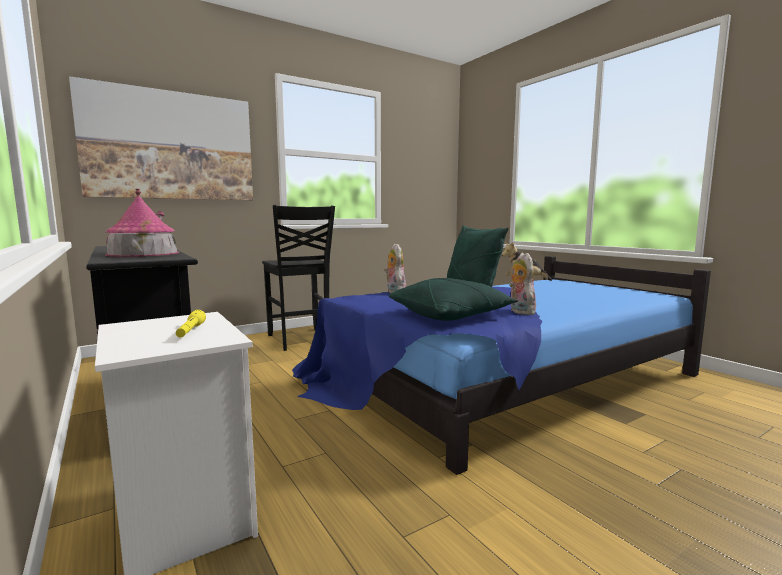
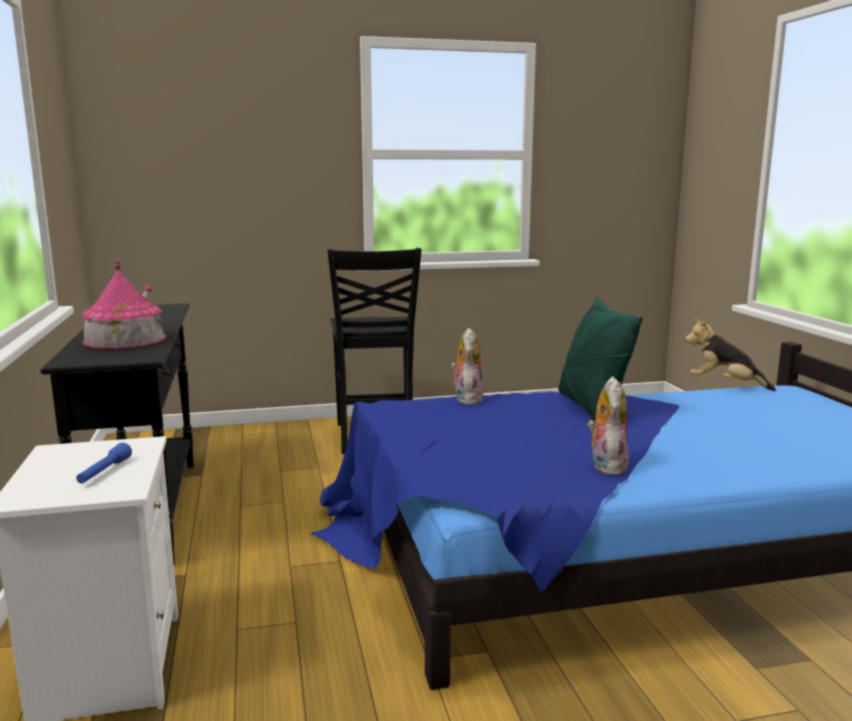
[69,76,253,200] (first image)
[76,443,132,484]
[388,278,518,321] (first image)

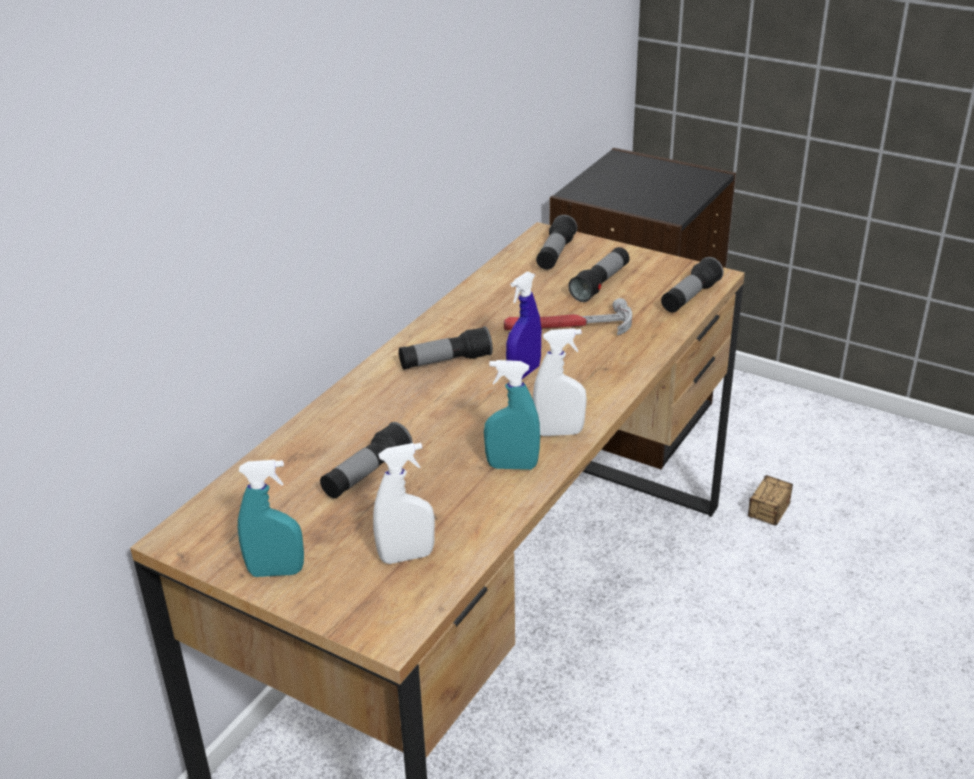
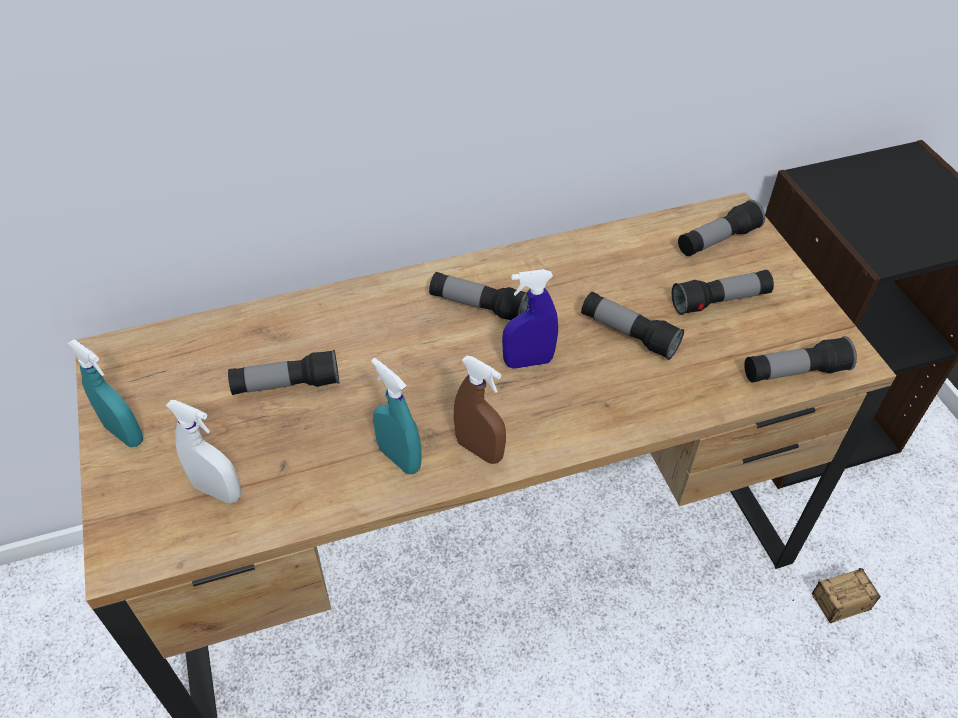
[581,292,684,360]
[454,356,506,464]

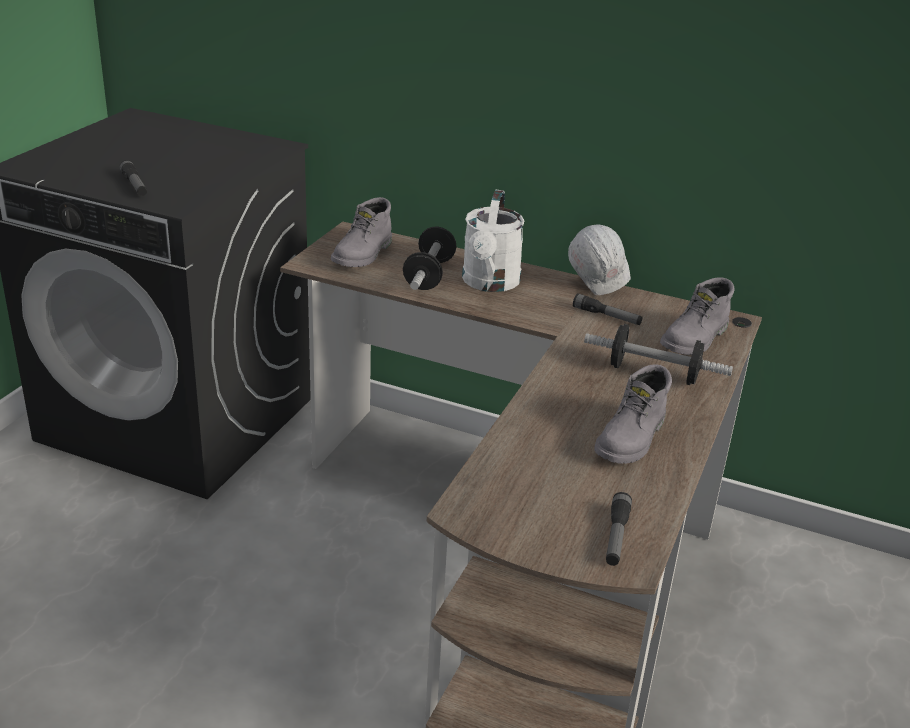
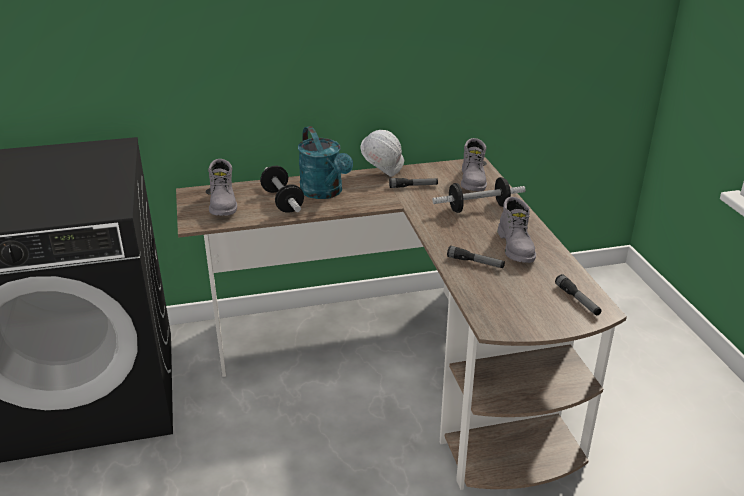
[447,246,505,268]
[298,126,353,199]

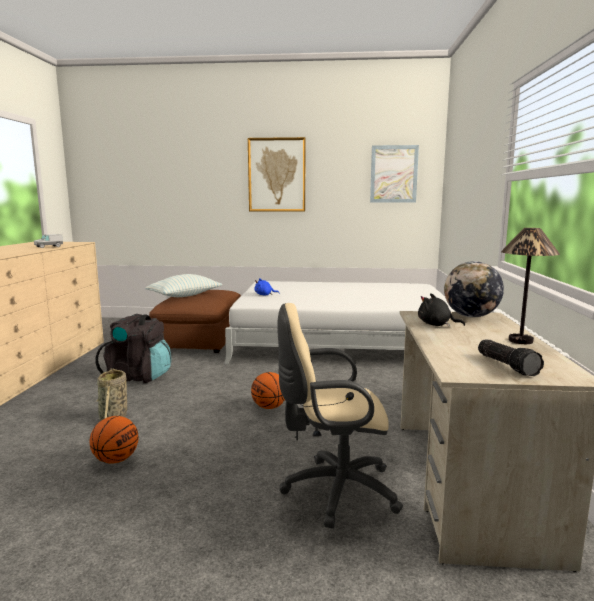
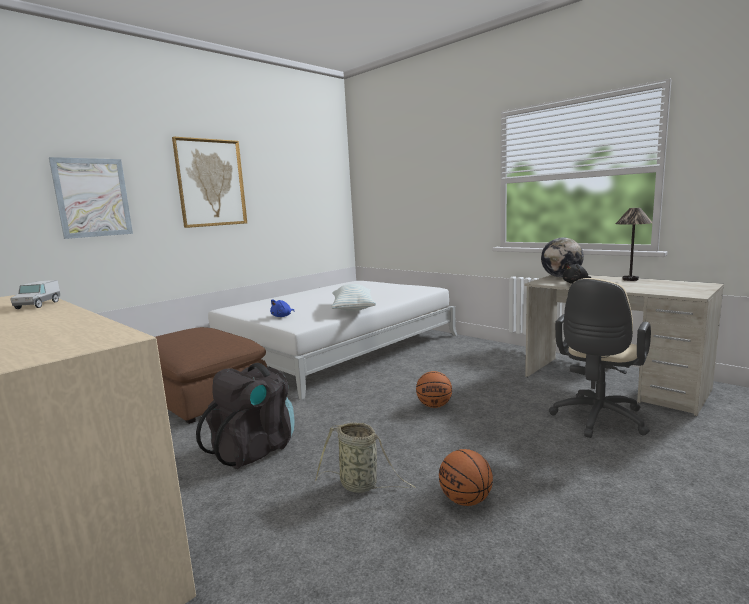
[331,284,376,311]
[49,157,133,239]
[478,339,544,376] (first image)

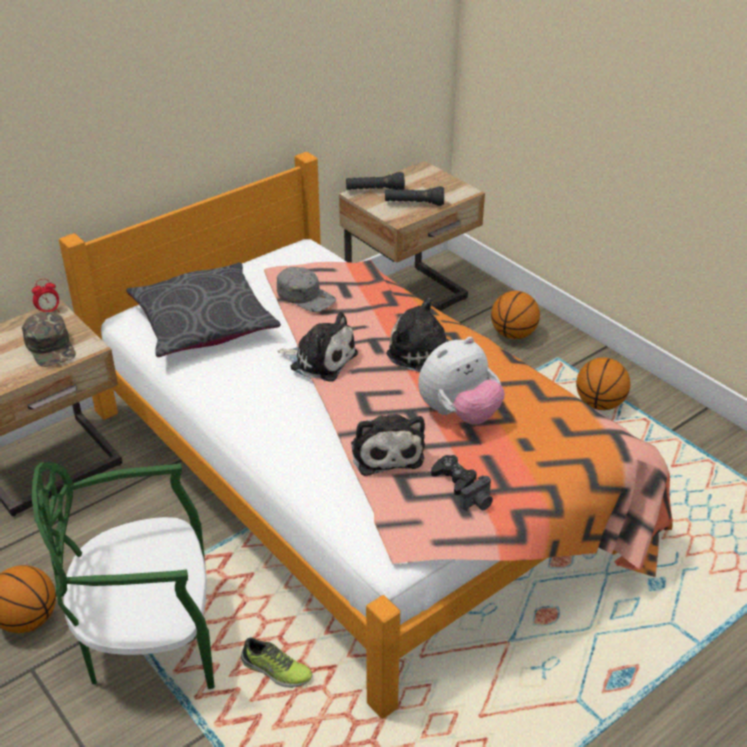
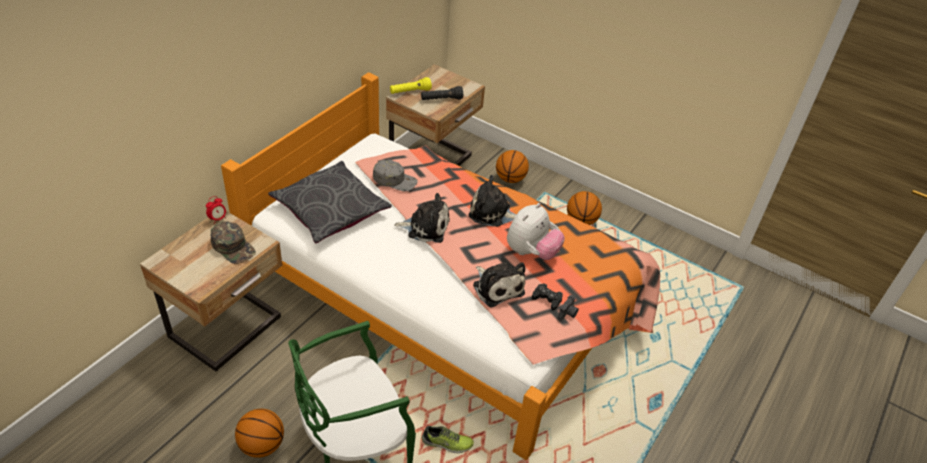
[390,77,432,94]

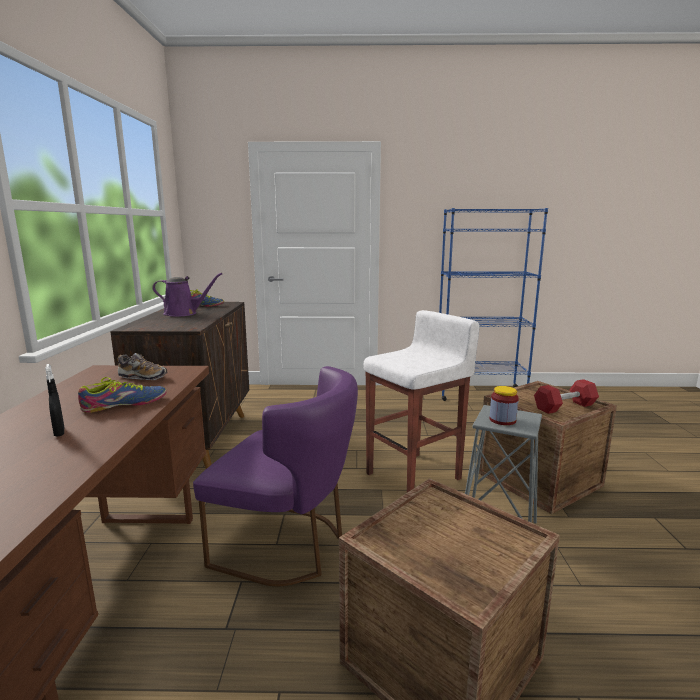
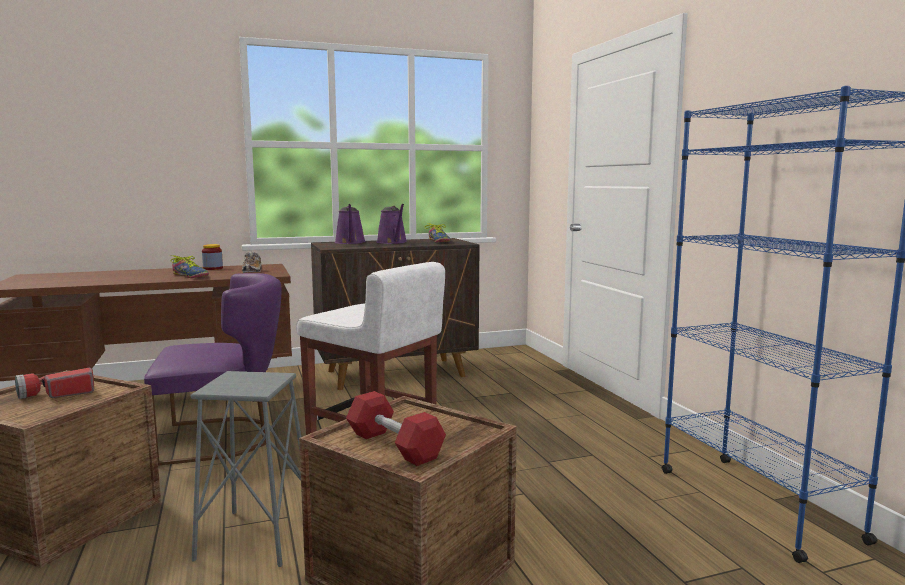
[45,364,64,437] (first image)
[144,273,281,466]
[202,244,223,270]
[15,368,94,399]
[335,204,366,244]

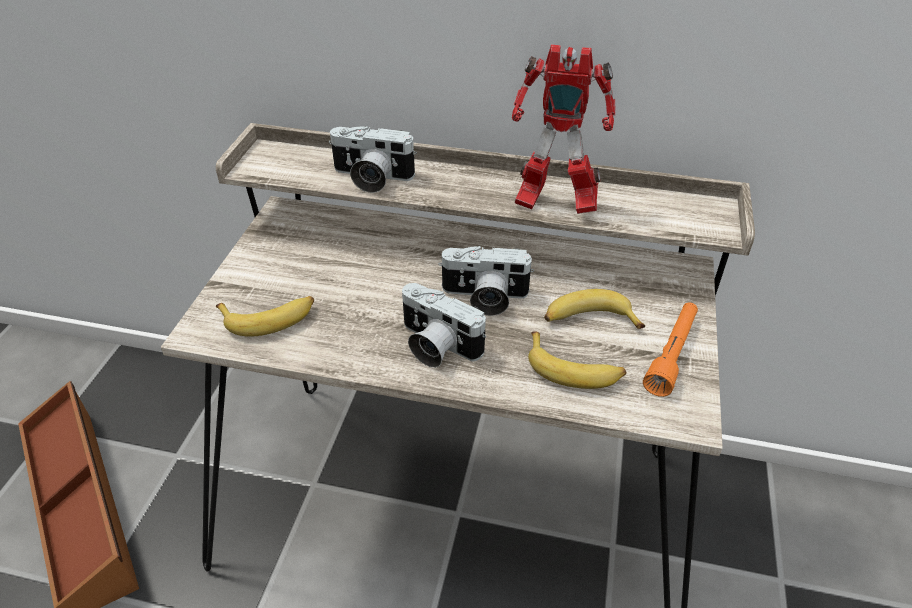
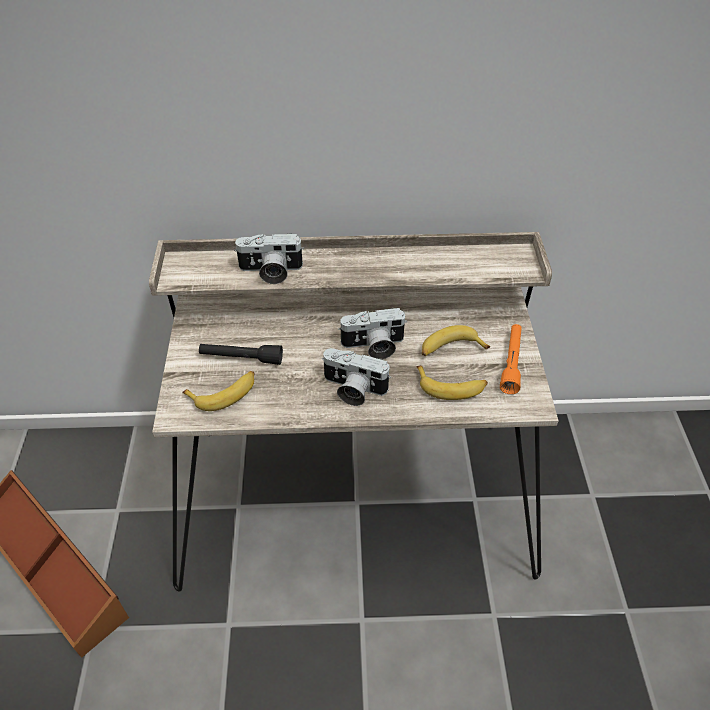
[512,44,616,214] (first image)
[199,344,283,365]

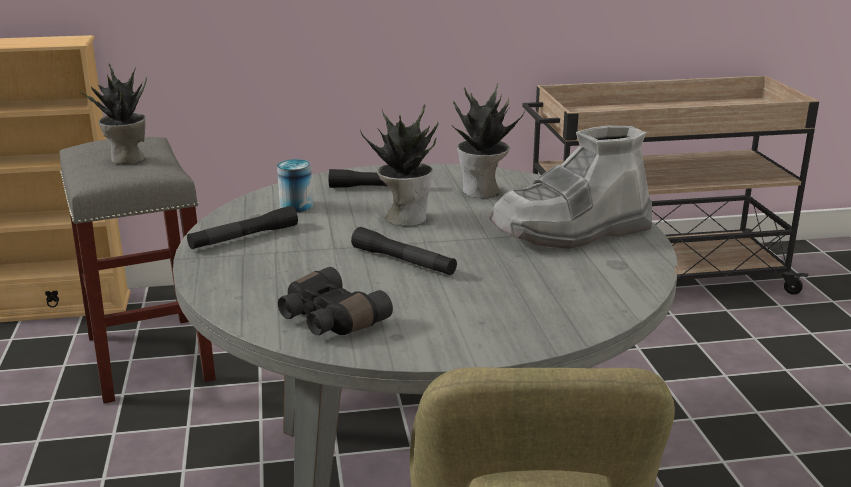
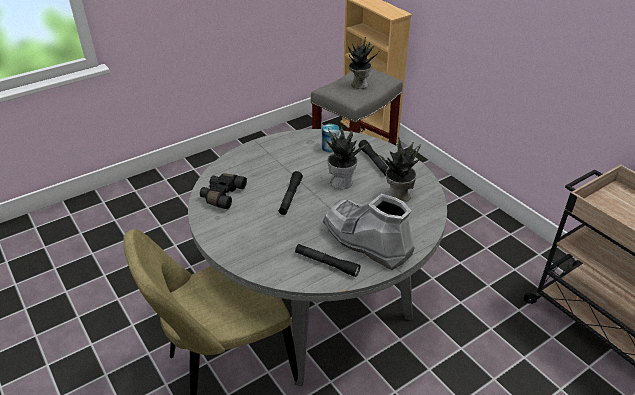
[295,244,360,277]

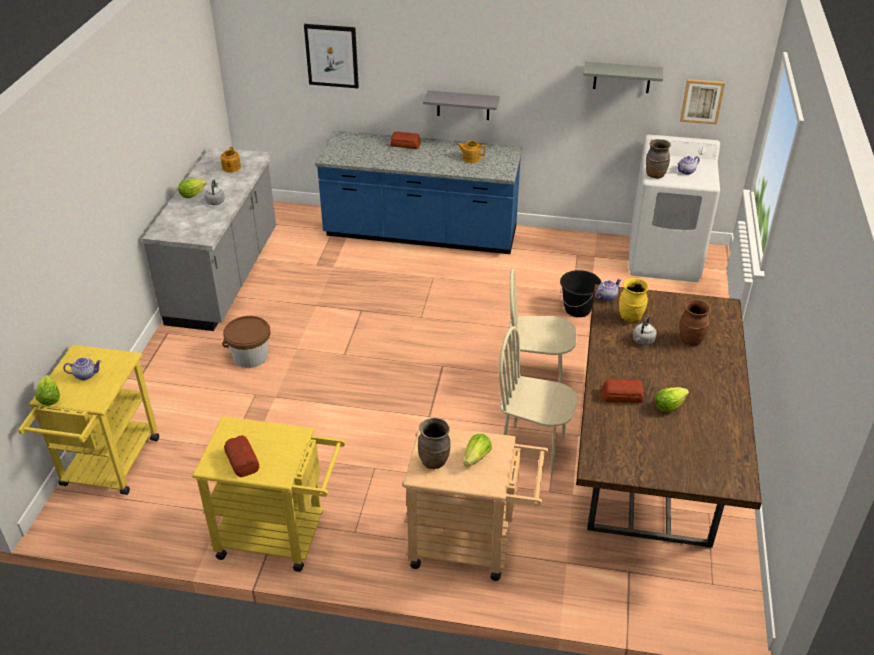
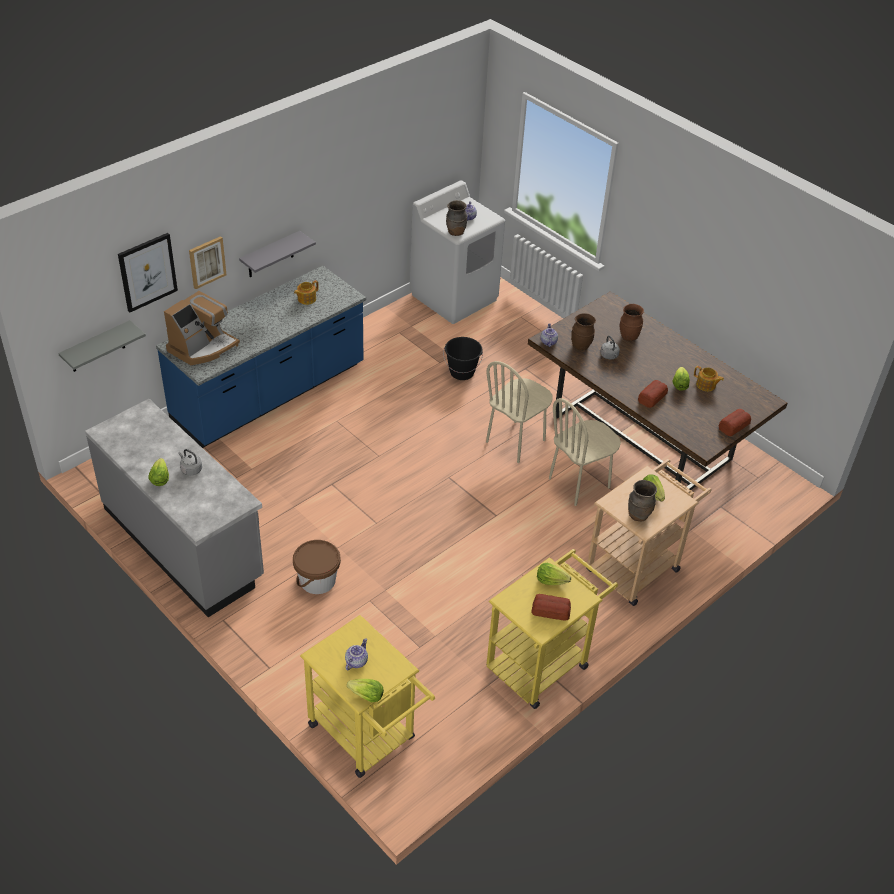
[694,366,724,391]
[719,409,751,436]
[58,320,146,372]
[571,313,596,350]
[189,236,227,289]
[164,291,240,365]
[537,563,571,585]

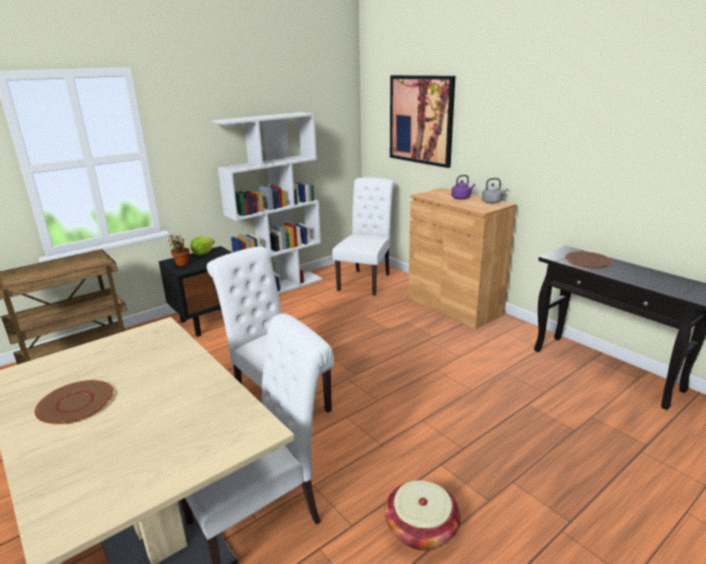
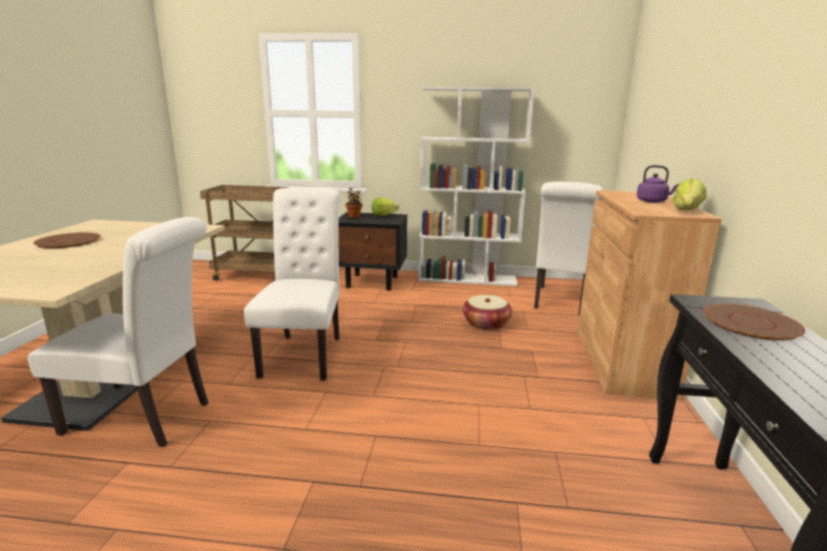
[534,182,603,315]
[462,295,512,330]
[390,75,455,168] (first image)
[673,179,706,210]

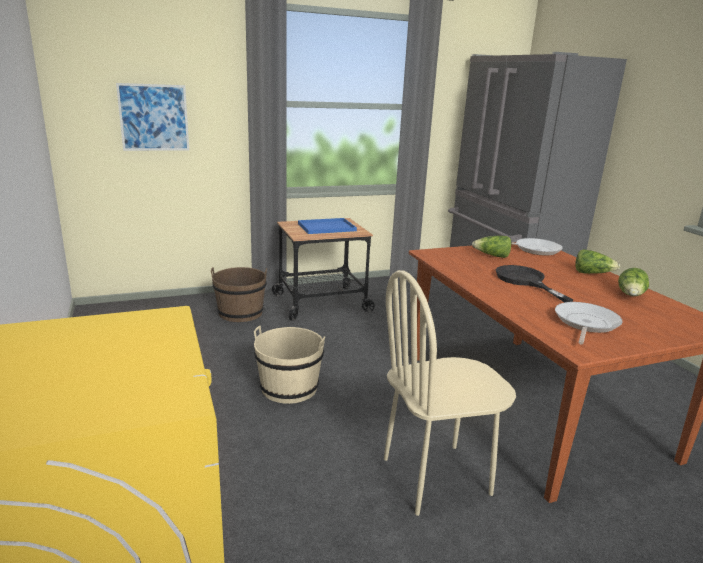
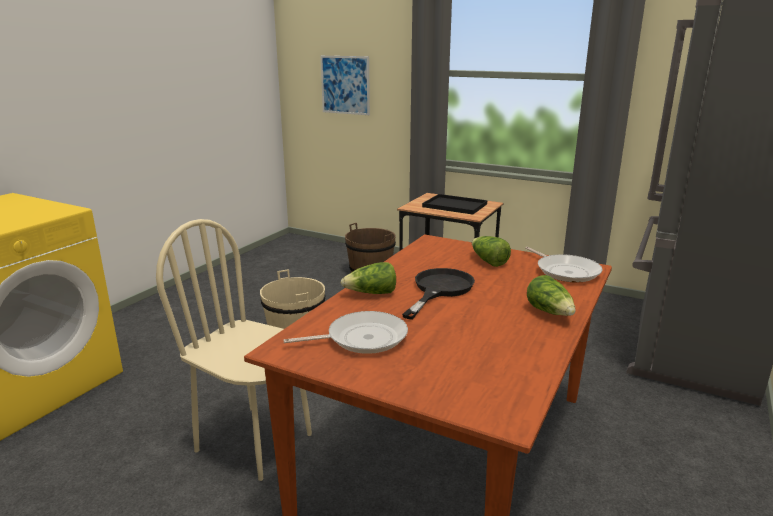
[422,194,487,214]
[341,262,396,294]

